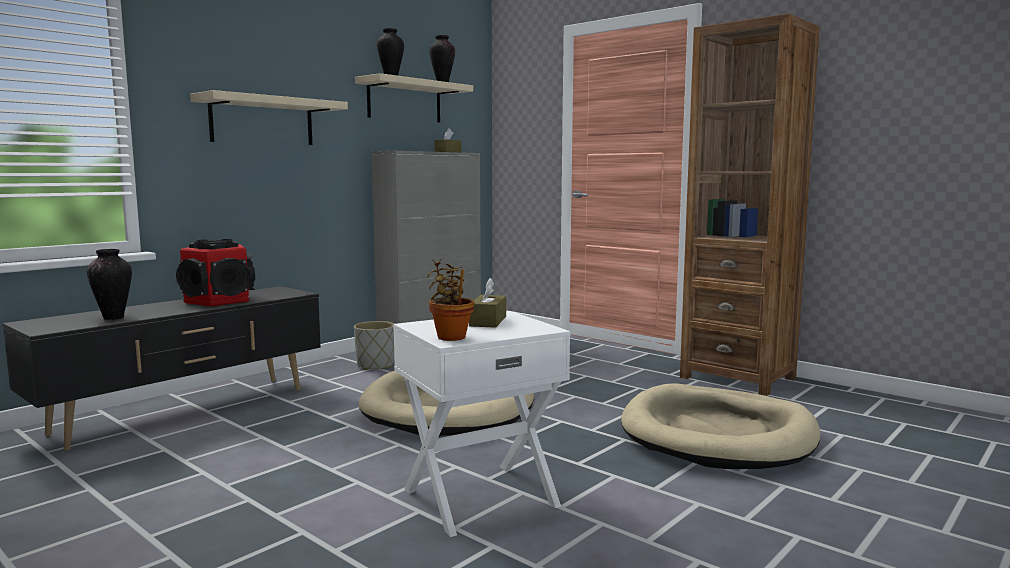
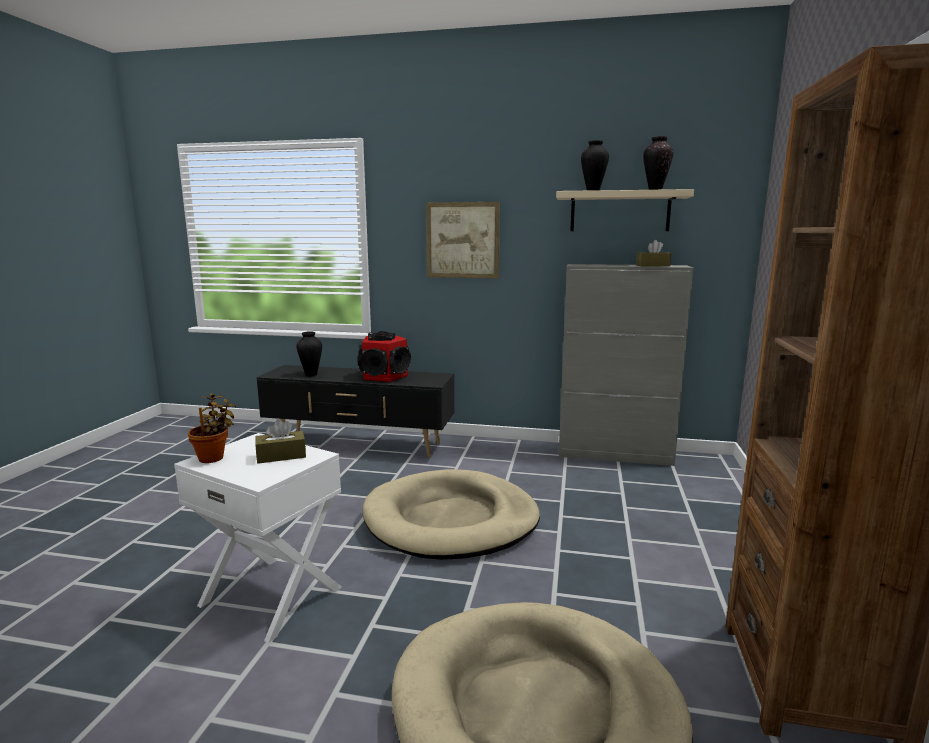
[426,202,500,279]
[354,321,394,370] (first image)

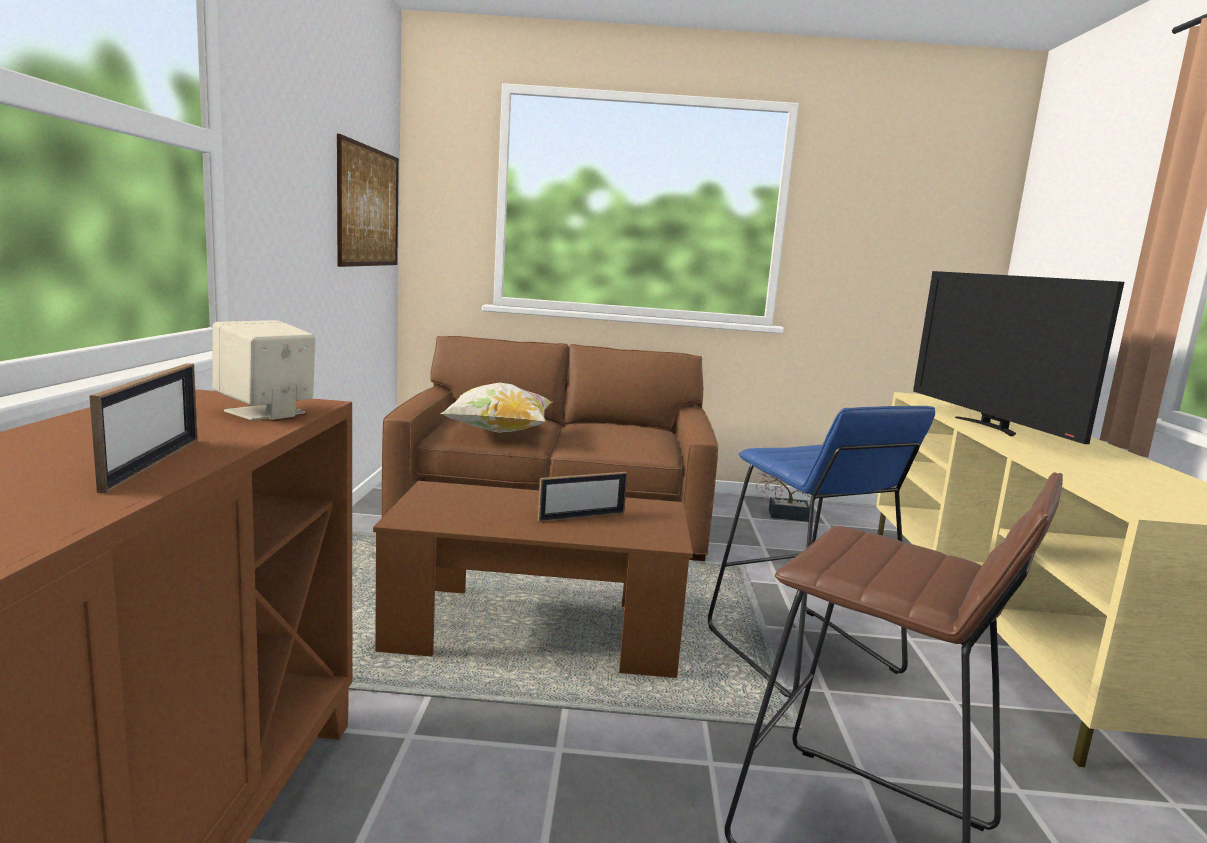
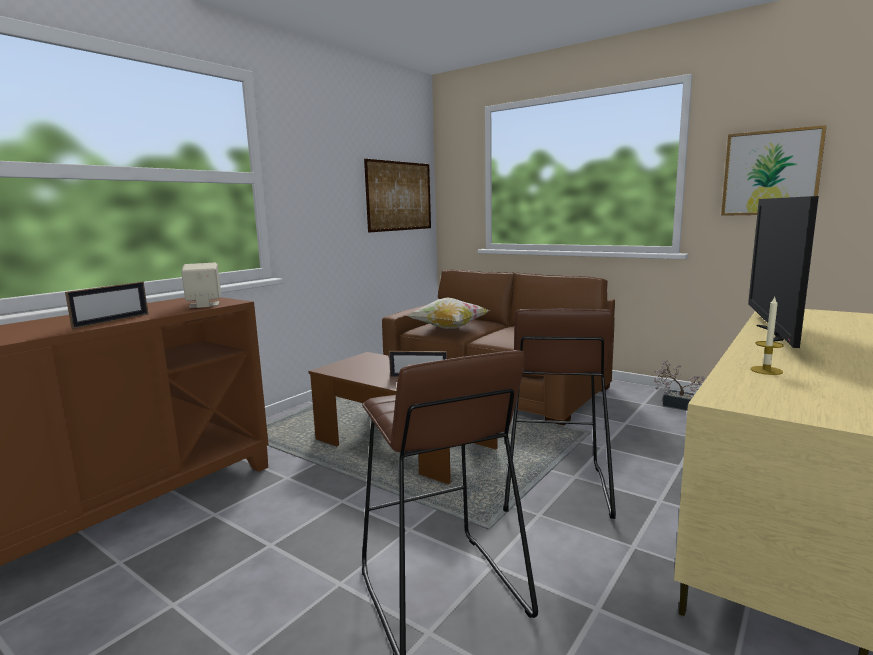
[503,309,616,519]
[721,125,827,216]
[750,297,784,375]

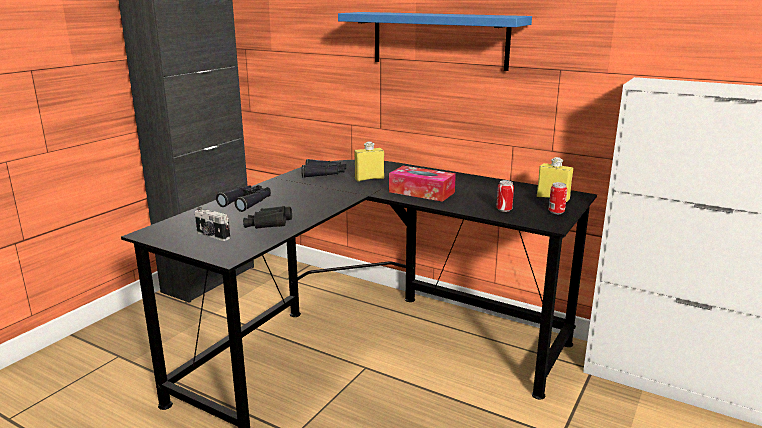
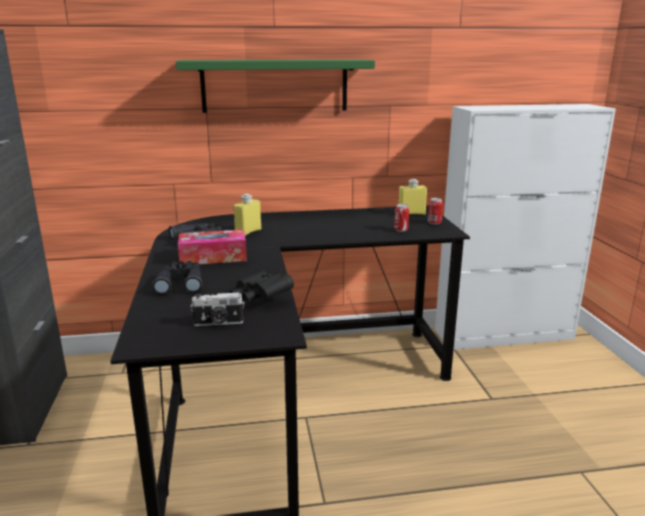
[176,59,375,113]
[178,230,247,264]

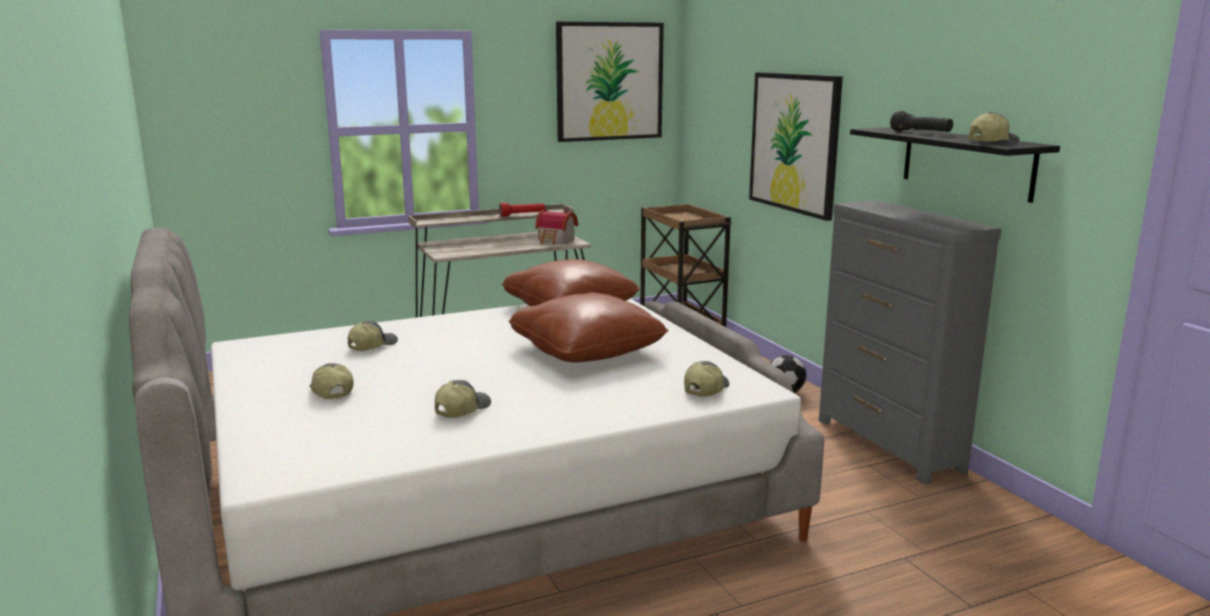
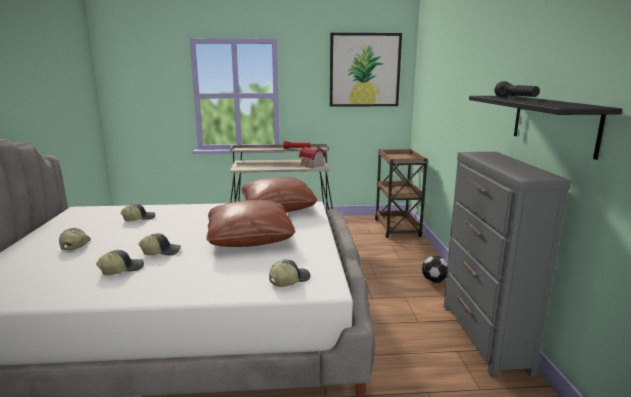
[749,72,843,221] (first image)
[139,233,181,255]

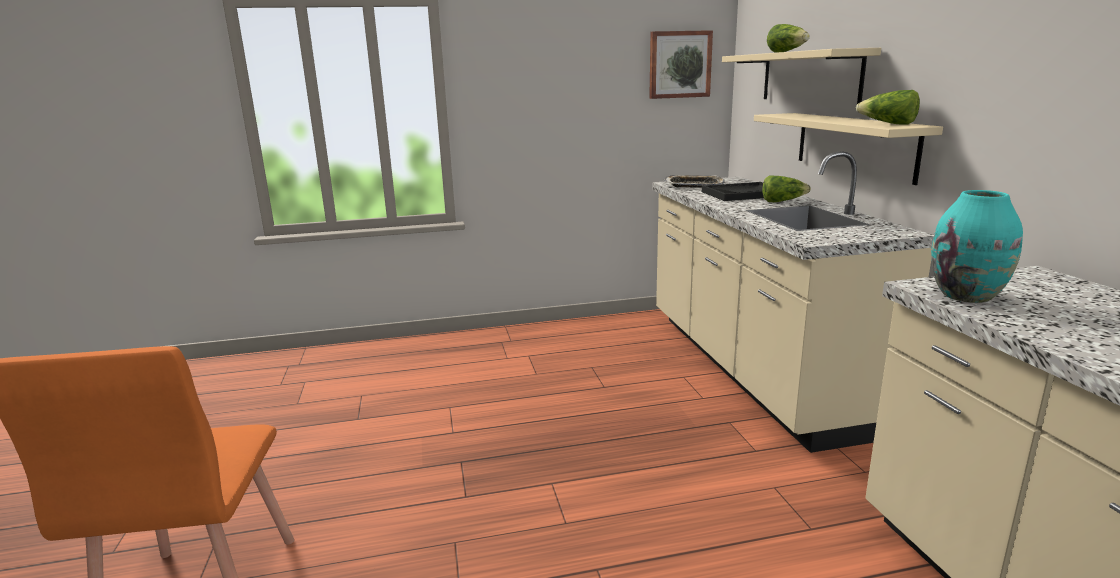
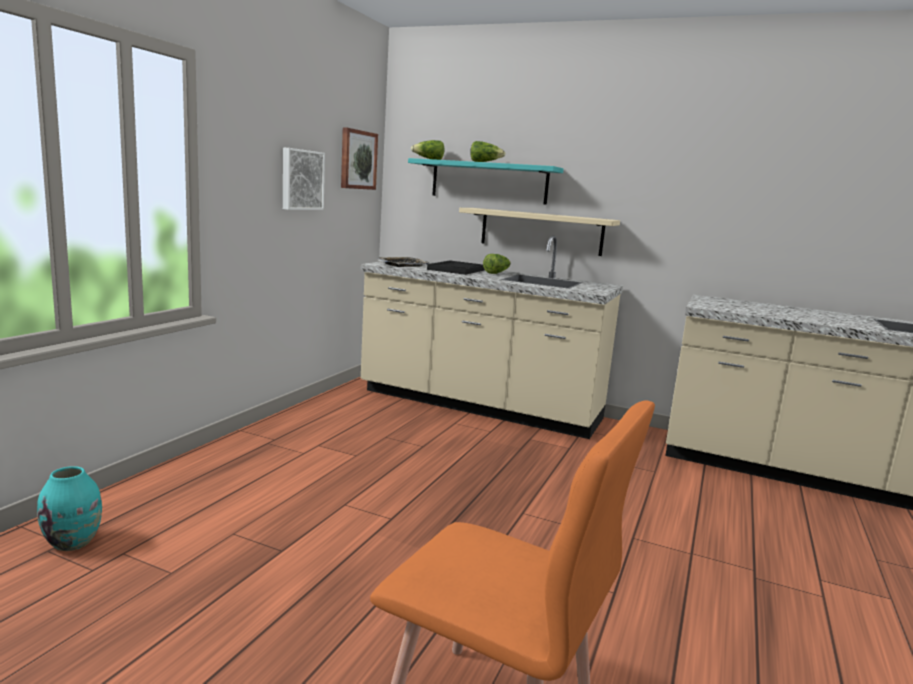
[408,158,564,205]
[411,140,444,160]
[37,466,102,551]
[283,147,325,210]

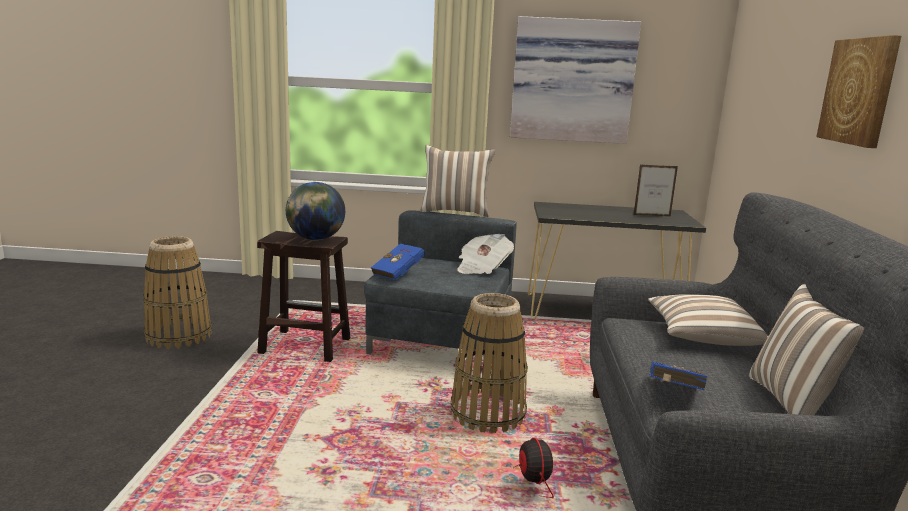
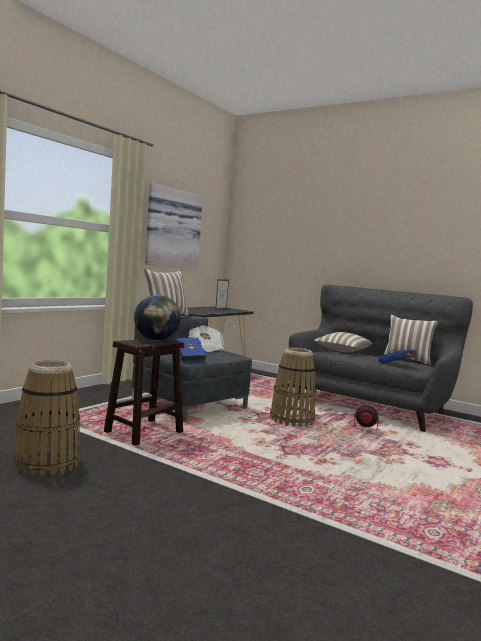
[816,35,901,148] (first image)

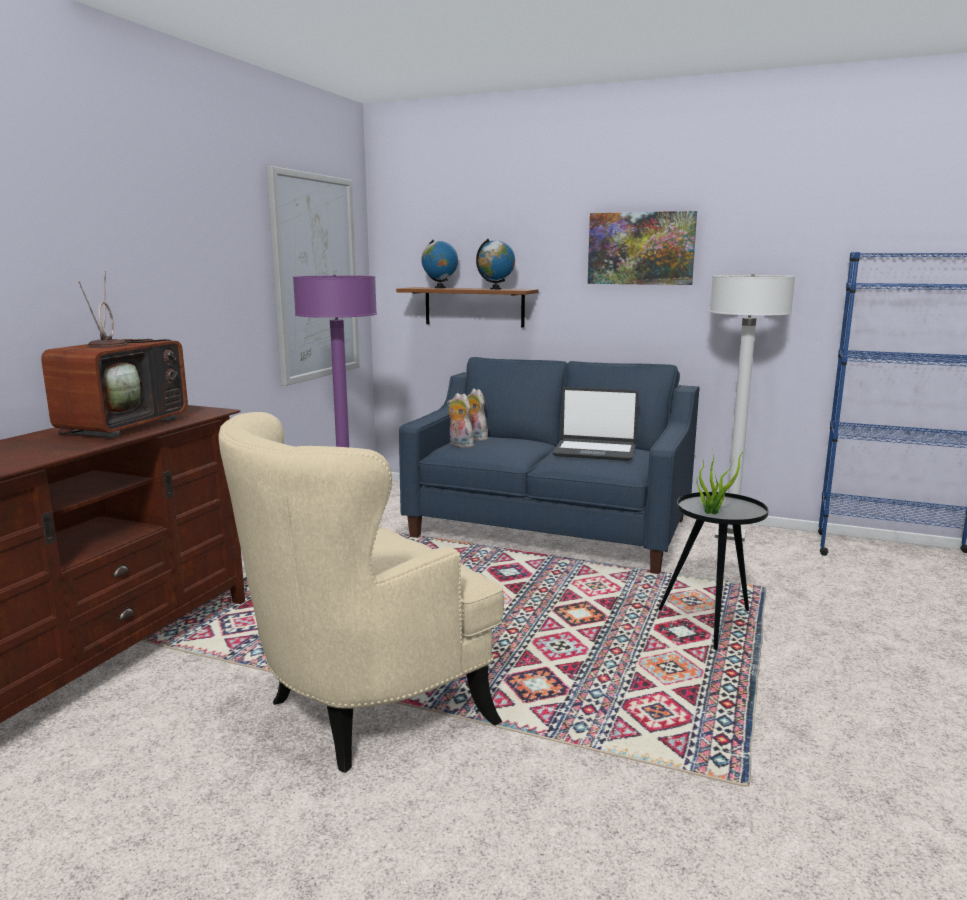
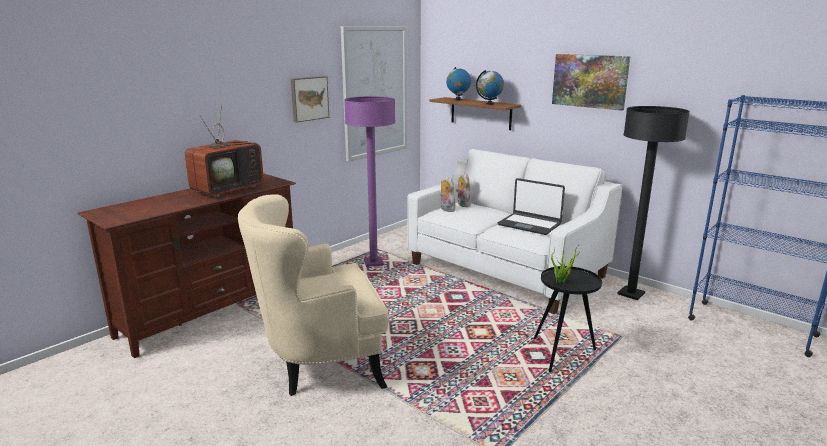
[407,149,623,314]
[617,106,690,300]
[291,76,329,122]

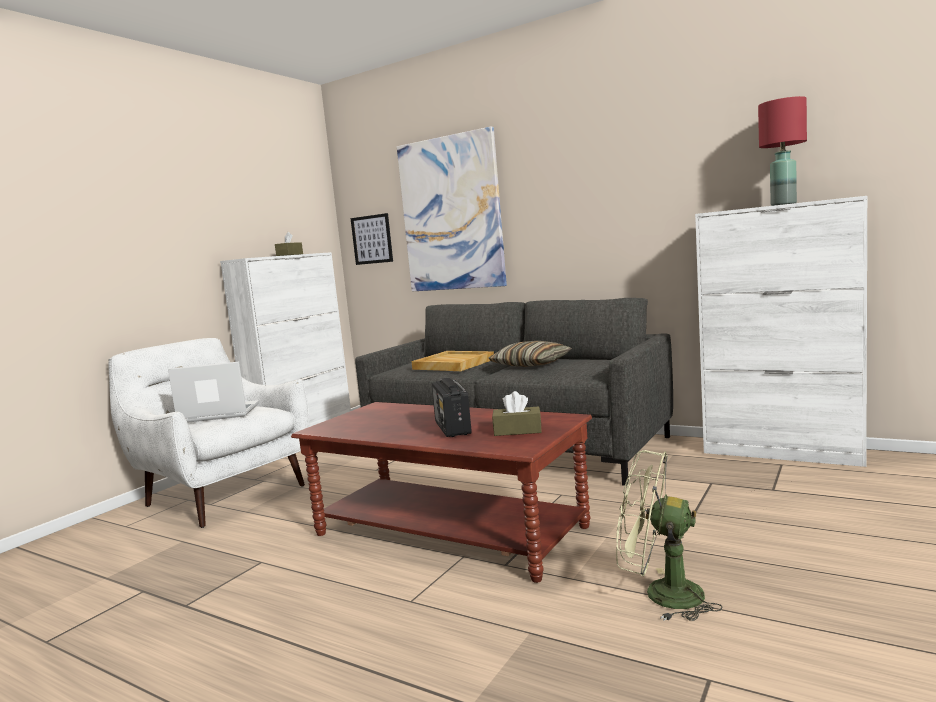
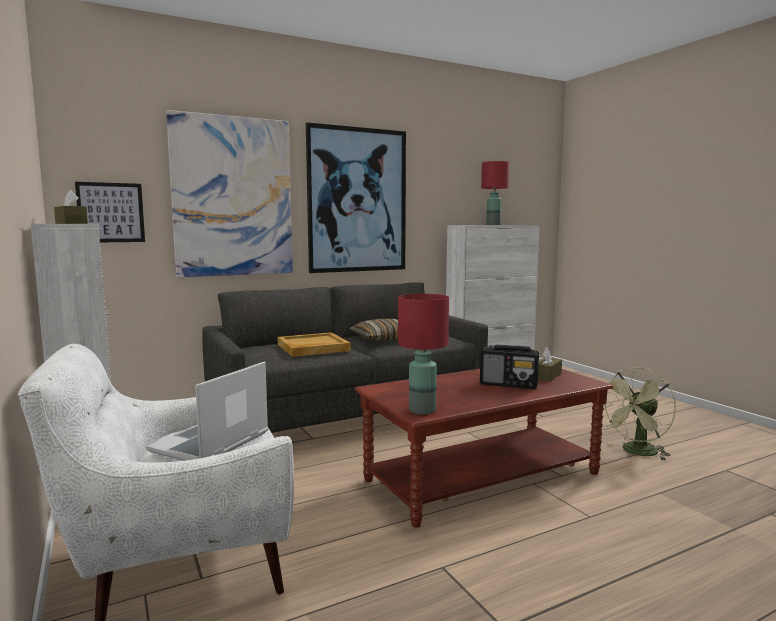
[306,122,406,273]
[398,294,449,414]

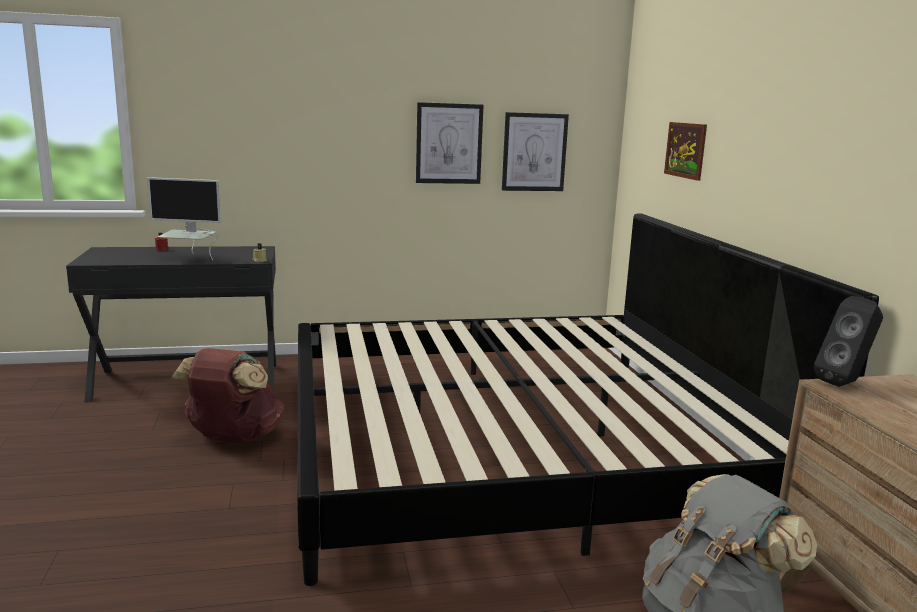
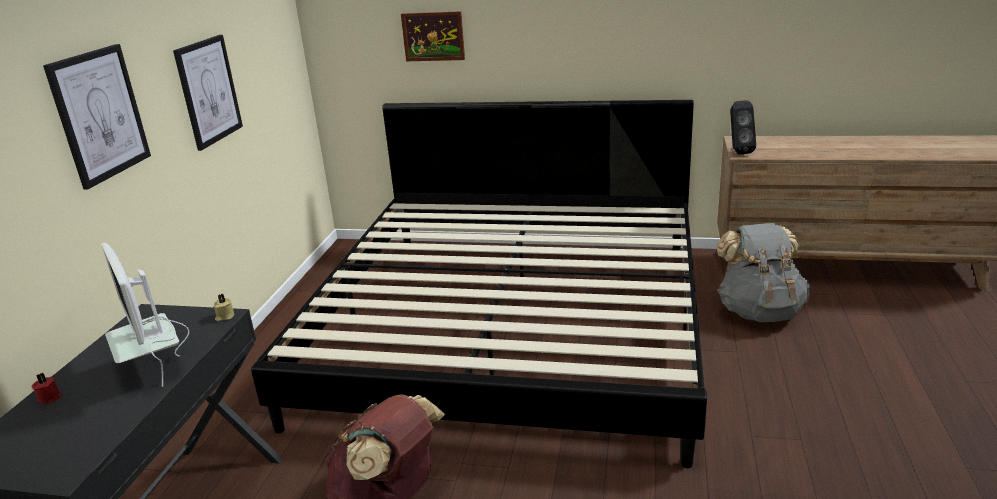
[101,243,189,387]
[43,44,151,190]

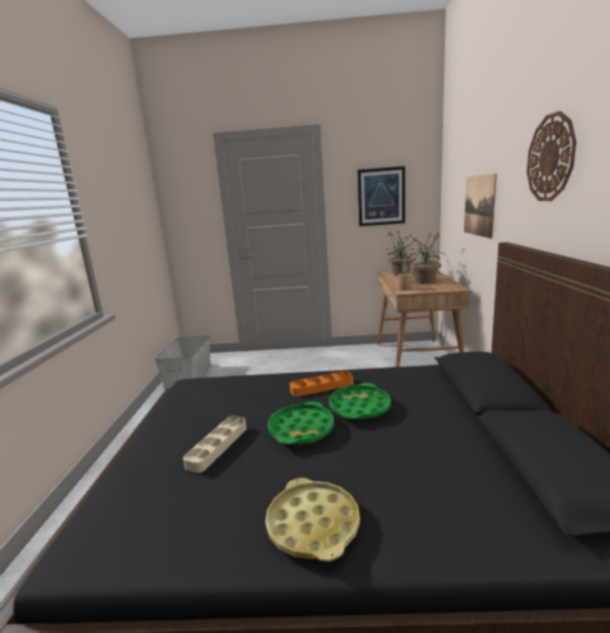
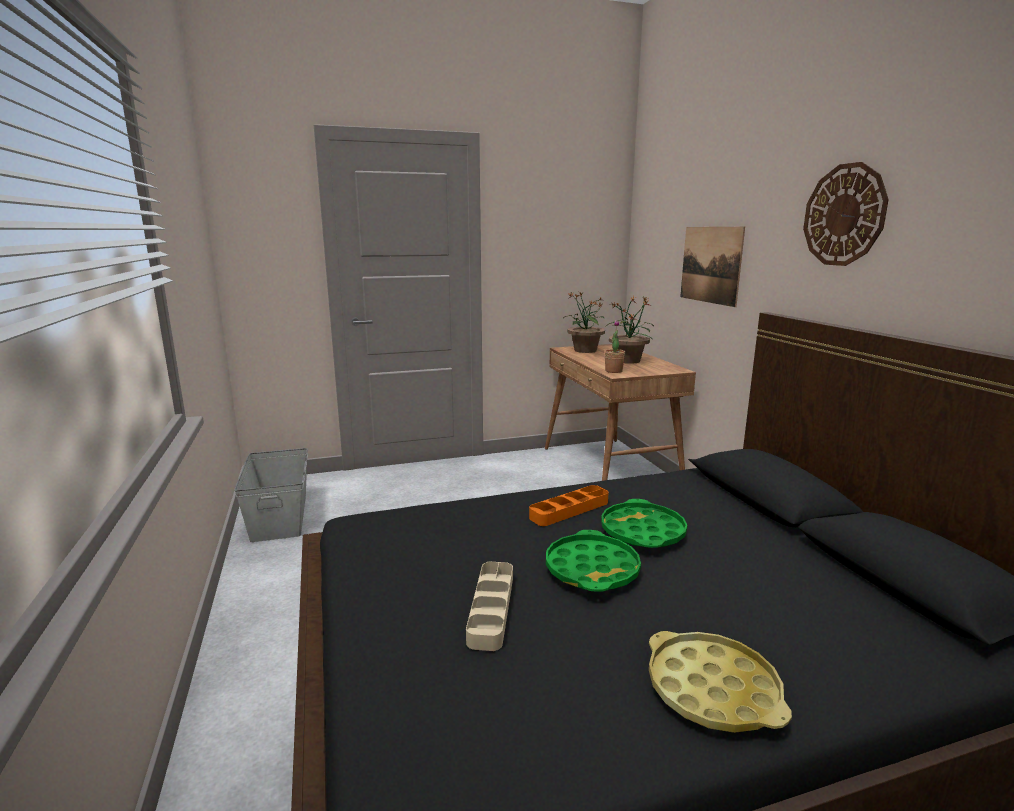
[357,166,405,226] (first image)

